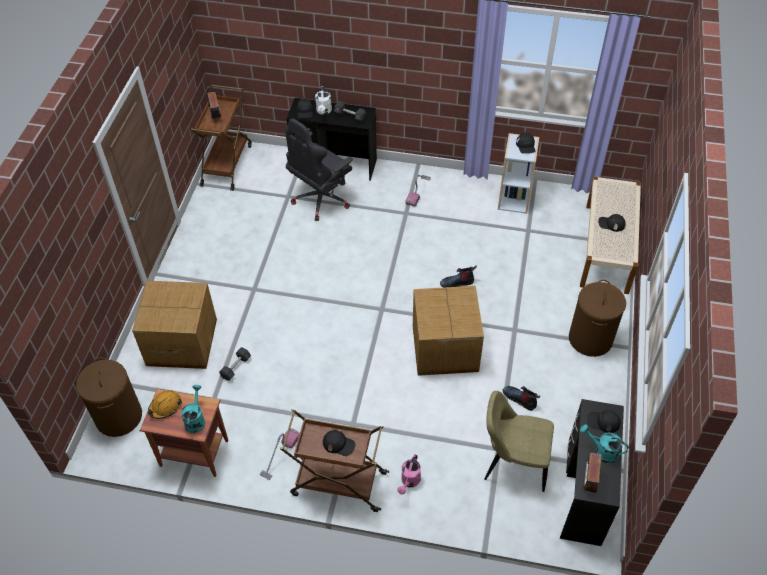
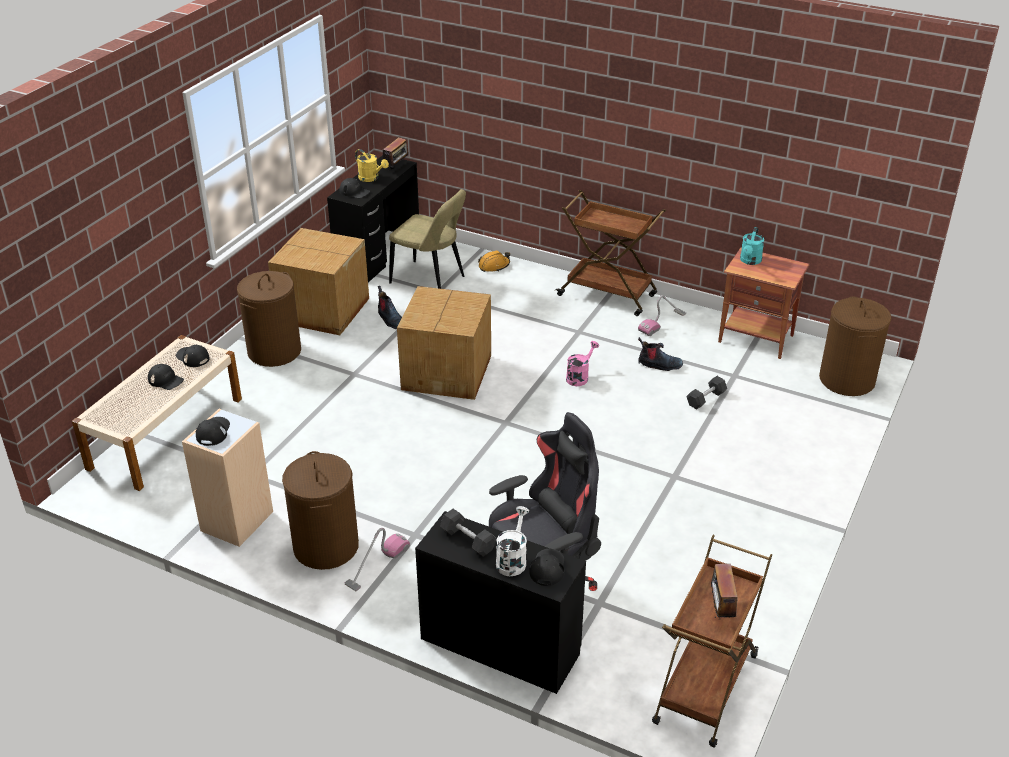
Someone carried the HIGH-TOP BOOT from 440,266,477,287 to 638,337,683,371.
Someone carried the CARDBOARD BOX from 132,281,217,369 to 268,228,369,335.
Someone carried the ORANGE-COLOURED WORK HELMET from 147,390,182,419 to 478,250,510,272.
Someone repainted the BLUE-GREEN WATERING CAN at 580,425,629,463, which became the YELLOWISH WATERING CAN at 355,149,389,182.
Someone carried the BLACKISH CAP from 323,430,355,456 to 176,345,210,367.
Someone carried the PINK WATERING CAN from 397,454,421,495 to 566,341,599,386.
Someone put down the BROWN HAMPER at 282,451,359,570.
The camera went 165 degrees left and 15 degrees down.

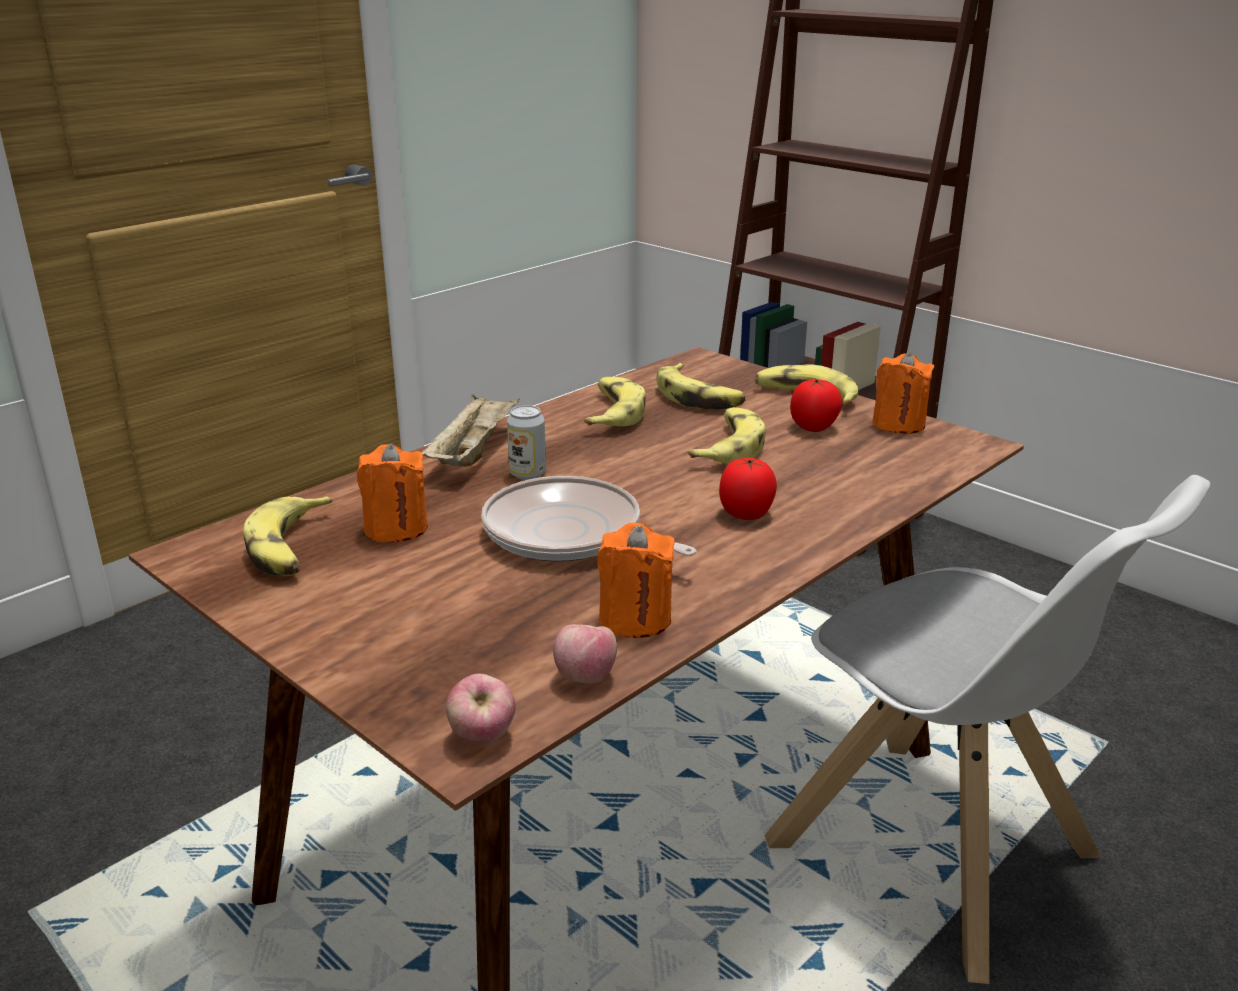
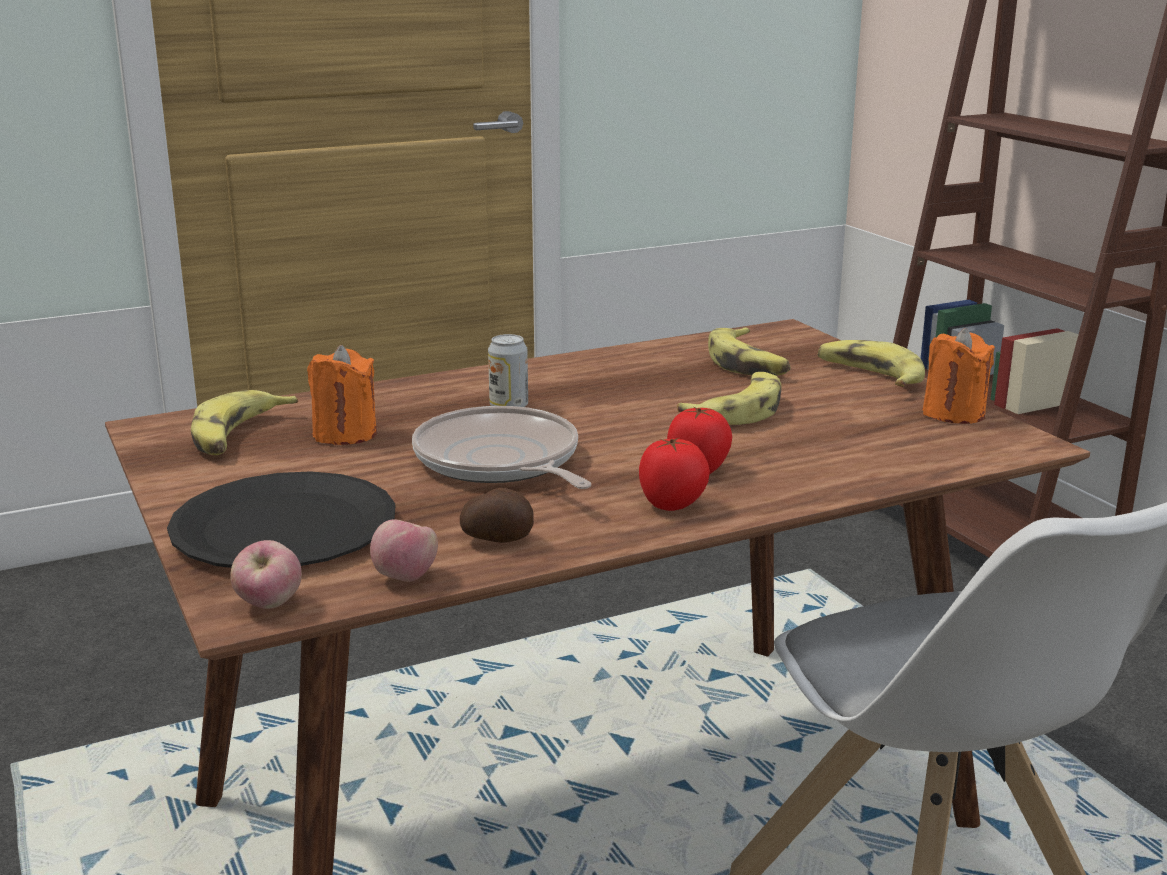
Someone took away the WHOLE BANANA at 584,377,646,427.
Someone carried the TOMATO from 790,378,842,432 to 639,438,710,511.
Someone took away the SAND-COLOURED SERVING TRAY at 422,394,520,466.
Someone swapped the ORANGE-COLOURED WAX LIGHT at 597,522,675,638 for the SPUD at 460,488,534,543.
Someone put down the BLACKISH PLATE at 167,471,395,568.
The camera went 20 degrees right and 5 degrees down.

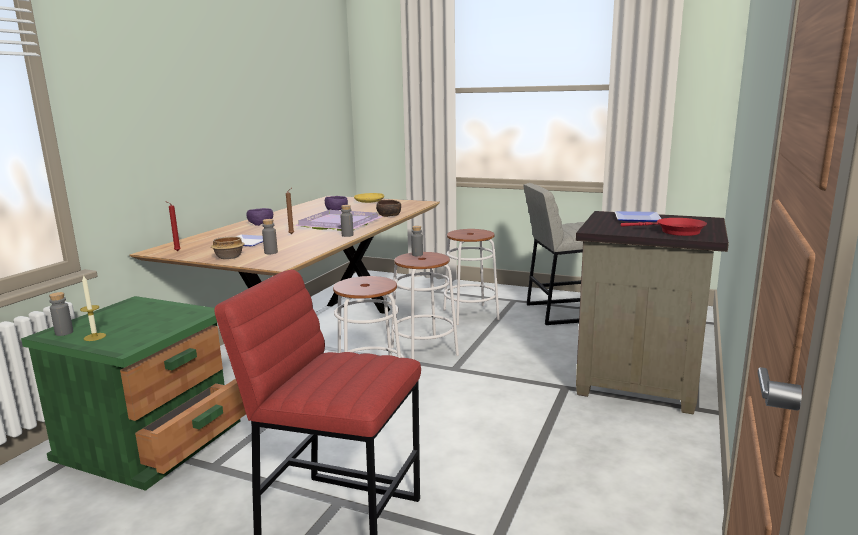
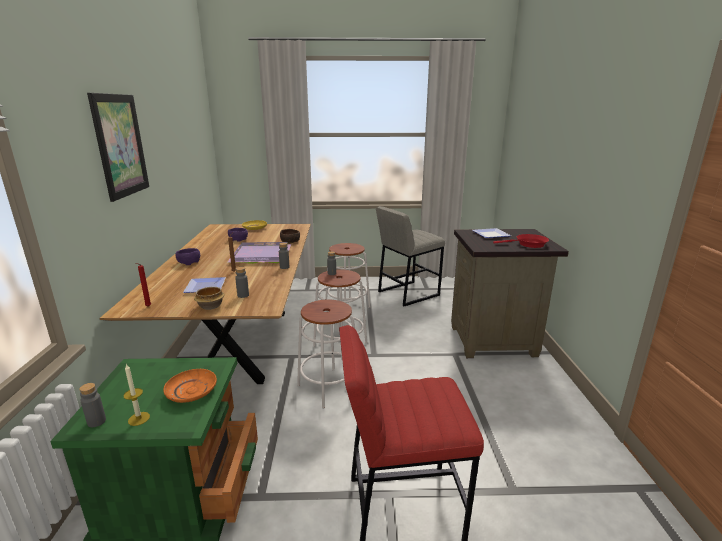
Someone put up the PICTURE at 87,93,149,202.
Someone put down the ORANGE-COLOURED PLATE at 163,369,217,403.
The camera went 25 degrees left and 5 degrees up.

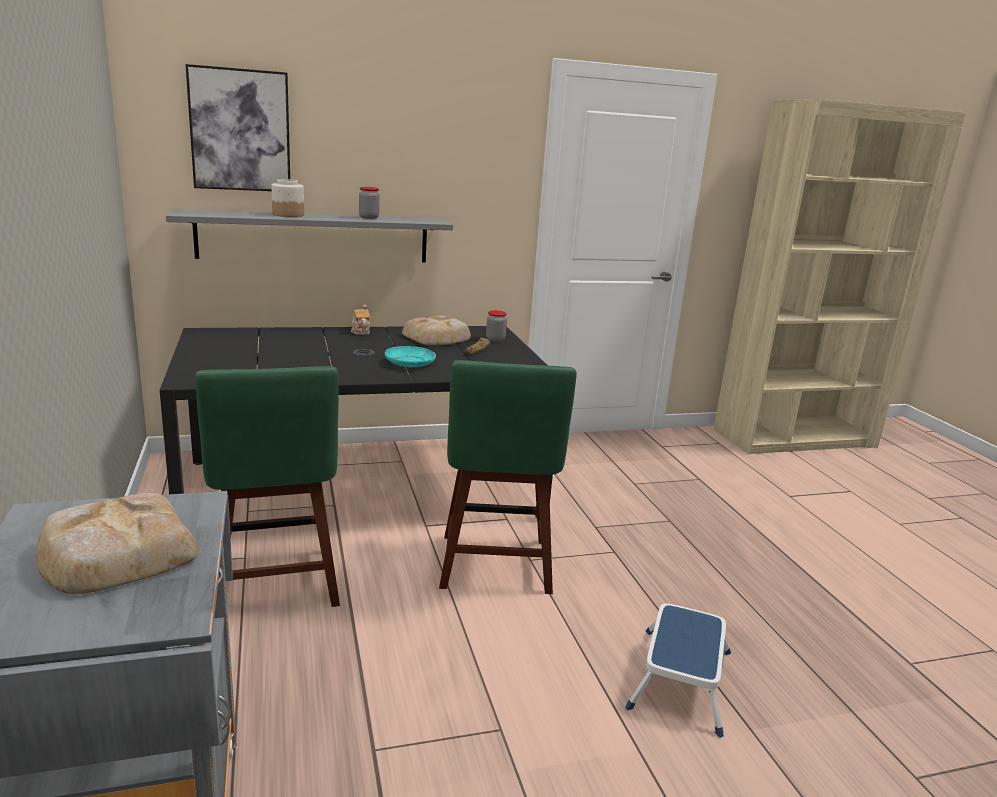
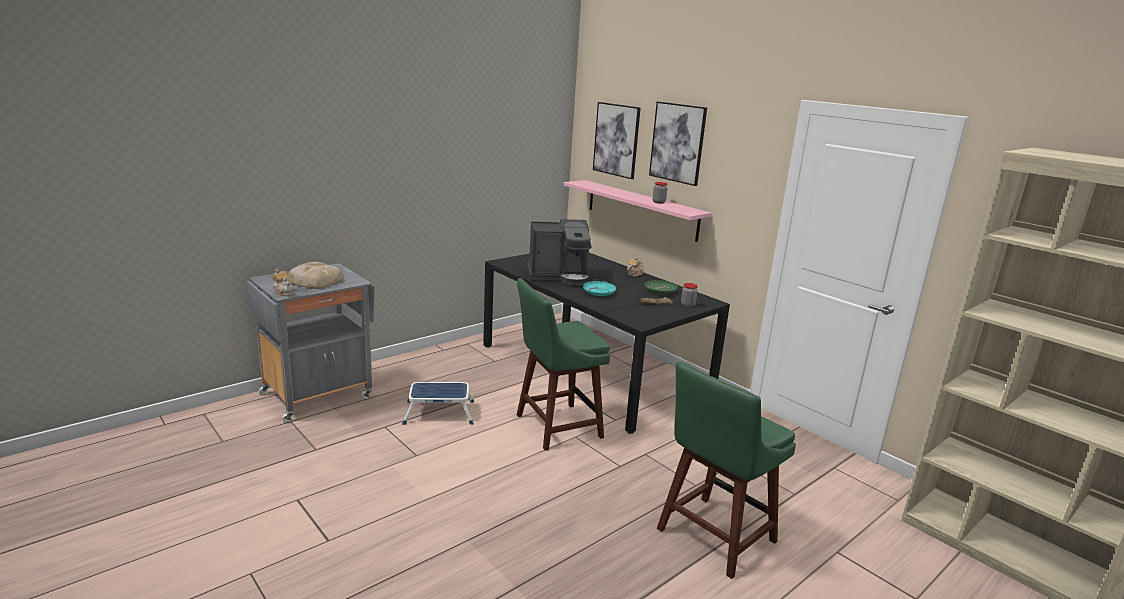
Someone took away the JAR at 271,179,304,217.
Someone repainted the GRAY BRACKET SHELF at 166,209,453,263, which became the PINK BRACKET SHELF at 564,180,712,242.
Someone swapped the BREAD at 402,316,471,346 for the GREEN-COLOURED PLATE at 645,280,678,294.
Someone carried the GREEN-COLOURED UPRIGHT CHAIR from 195,366,340,607 to 657,362,796,579.
Someone carried the BLUISH STEP STOOL from 625,603,731,738 to 402,382,474,425.
Someone put up the PICTURE at 649,102,707,186.
Someone put down the COFFEE MACHINE at 527,219,591,286.
Someone put down the TEAPOT at 272,268,294,296.
The camera went 65 degrees right and 0 degrees up.

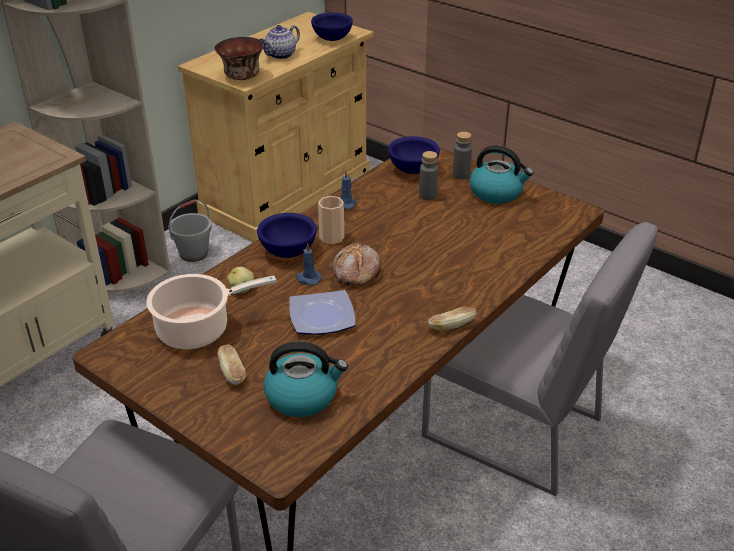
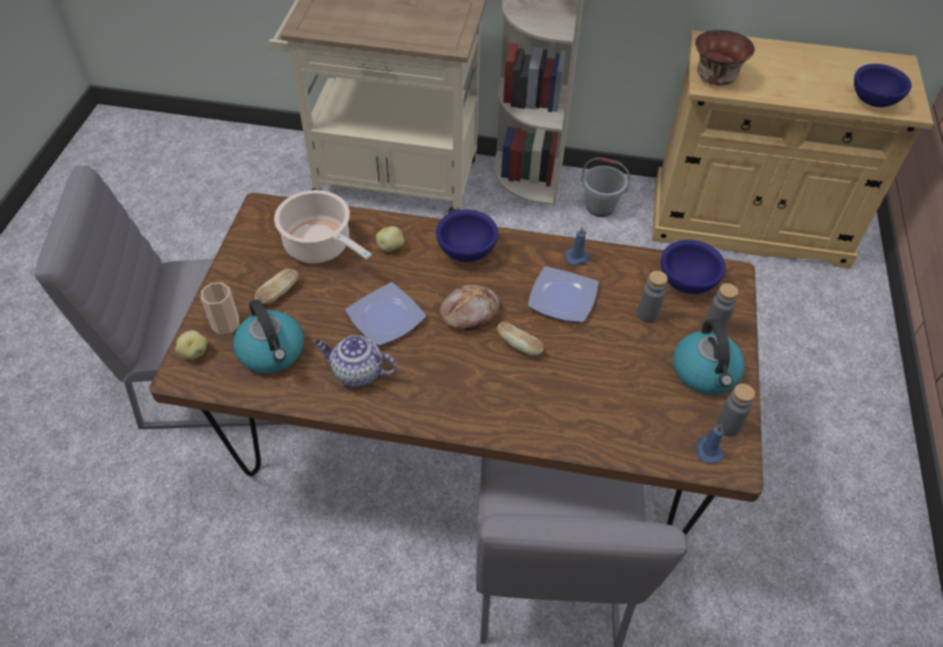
Someone carried the TEAPOT from 260,25,300,59 to 314,335,397,387.
Someone carried the DRINKING CUP from 318,196,344,244 to 201,282,239,335.
Someone carried the BLUISH WAX LIGHT from 296,243,322,285 to 696,424,724,464.
Someone carried the BREAD from 428,307,476,330 to 497,322,544,356.
Someone put down the PLATE at 528,266,599,323.
Someone put down the SPUD at 175,330,208,360.
Someone put down the GRAY BOTTLE at 716,384,755,437.
The camera went 60 degrees right and 15 degrees up.

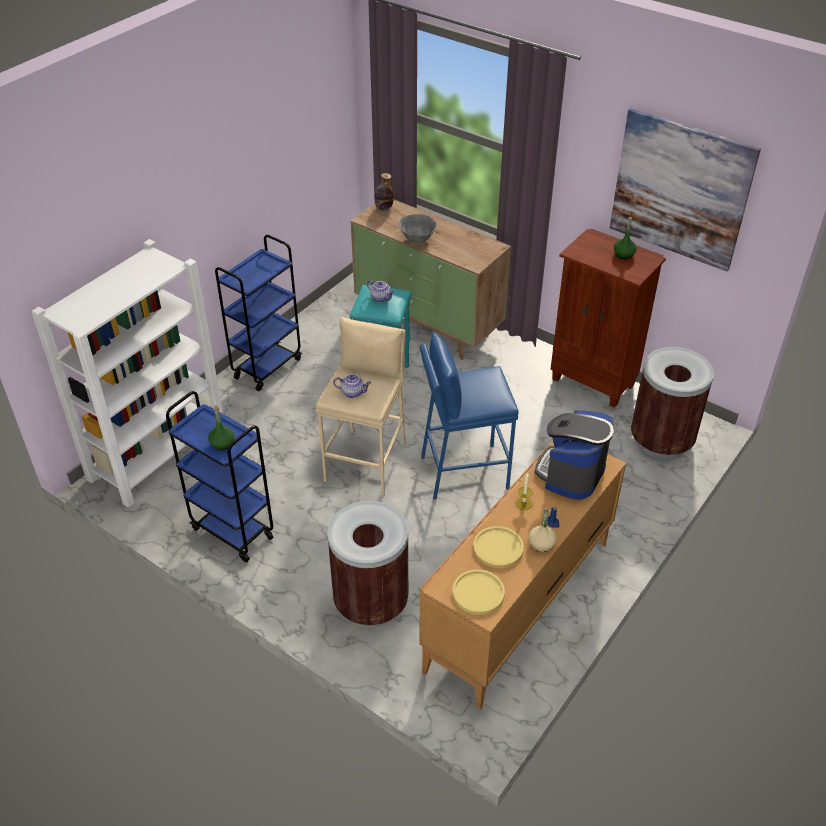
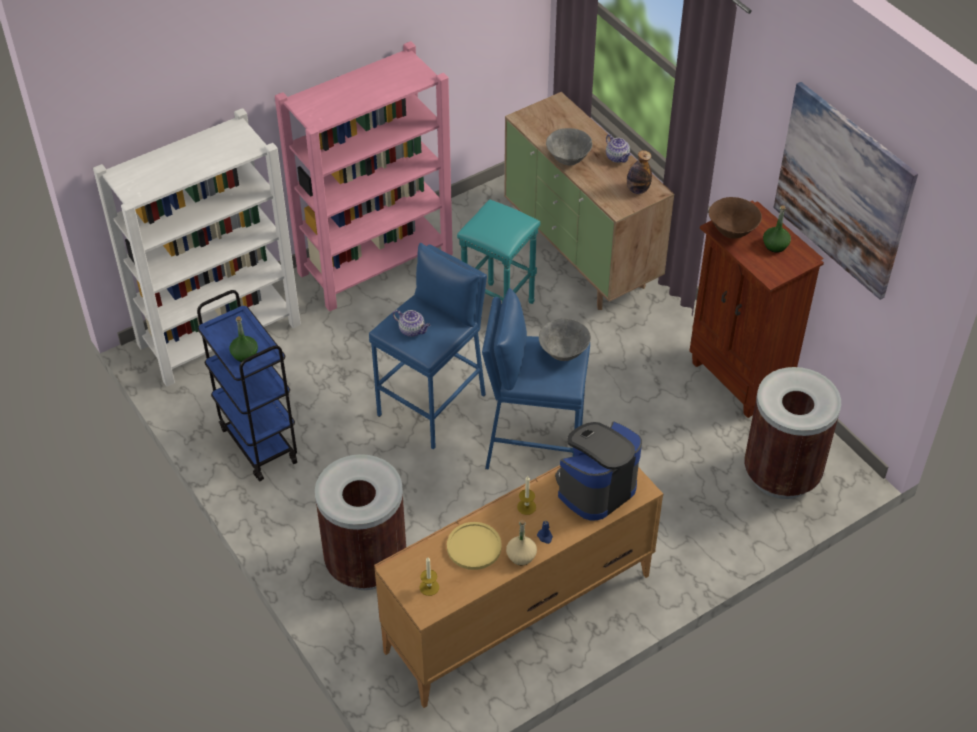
Someone carried the BOTTLE from 374,173,394,211 to 627,150,652,194.
Someone swapped the BLUISH CART at 215,235,302,392 for the PINK BOOKSHELF at 275,41,453,311.
Someone carried the TEAPOT from 367,280,394,302 to 606,134,631,163.
Someone repainted the SAND-COLOURED SITTING STOOL at 316,317,406,496, which became the BLUISH SITTING STOOL at 369,243,487,450.
Someone swapped the YELLOWISH PLATE at 452,569,505,615 for the WAX LIGHT at 420,557,439,596.
Someone put down the BROWN SERVING BOWL at 709,197,762,239.
Someone put down the GRAY SERVING BOWL at 539,318,591,361.
The camera went 20 degrees right and 5 degrees up.

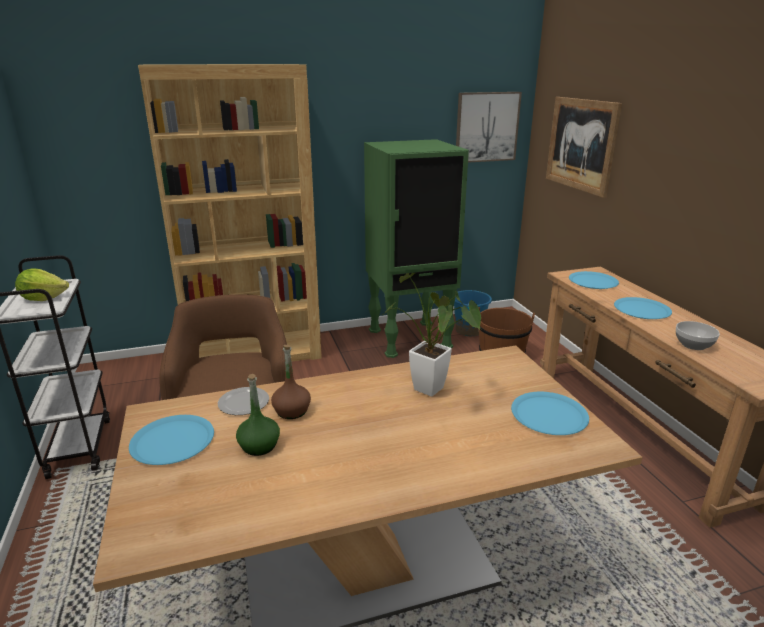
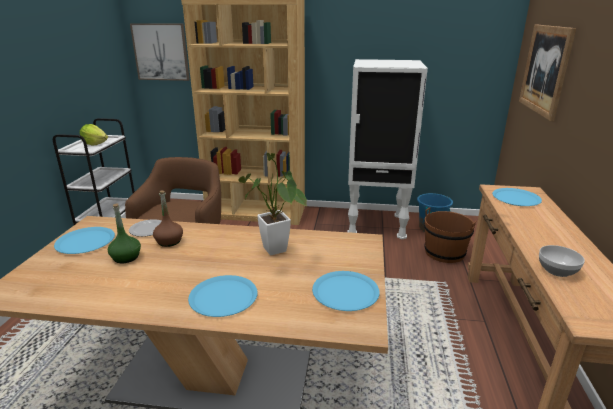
Someone carried the PICTURE from 456,92,522,163 to 130,23,190,81.
Someone repainted the GREEN-COLOURED CABINET at 364,139,469,358, which became the WHITE CABINET at 348,59,428,239.
Someone carried the BLUISH PLATE from 614,297,672,319 to 188,275,258,317.
The camera went 25 degrees right and 0 degrees up.

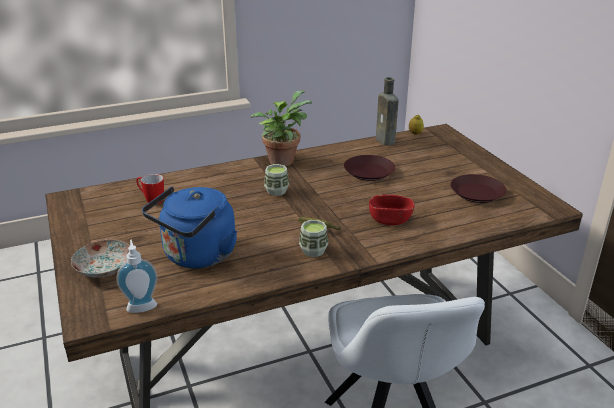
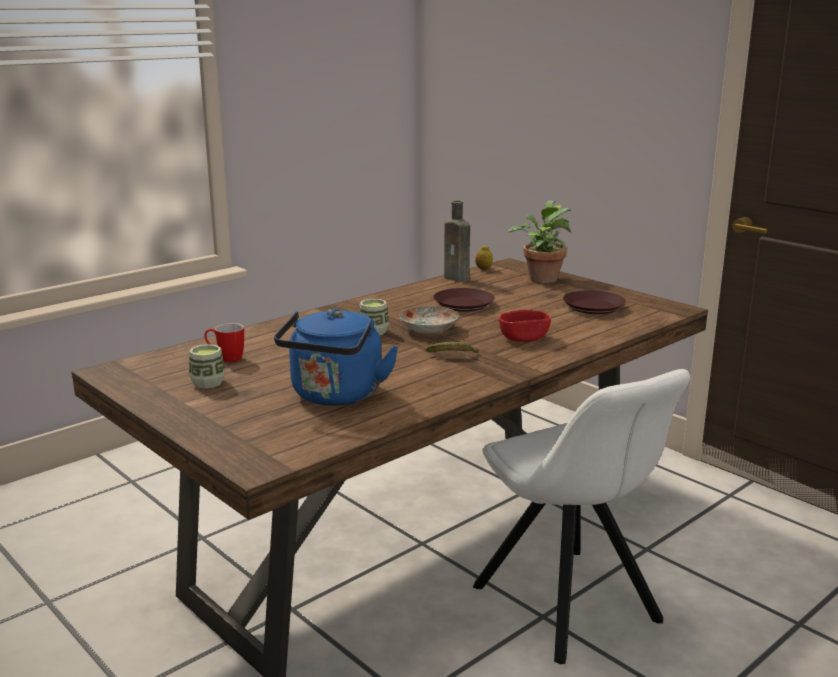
Someone carried the PLANT IN A POT from 251,90,312,166 to 508,200,571,283.
Someone carried the DRINKING CUP from 299,220,328,257 to 189,344,225,389.
Someone took away the SOAP DISPENSER at 117,239,158,313.
Someone carried the PLATE from 71,240,130,278 to 399,306,459,334.
The camera went 20 degrees left and 10 degrees down.

